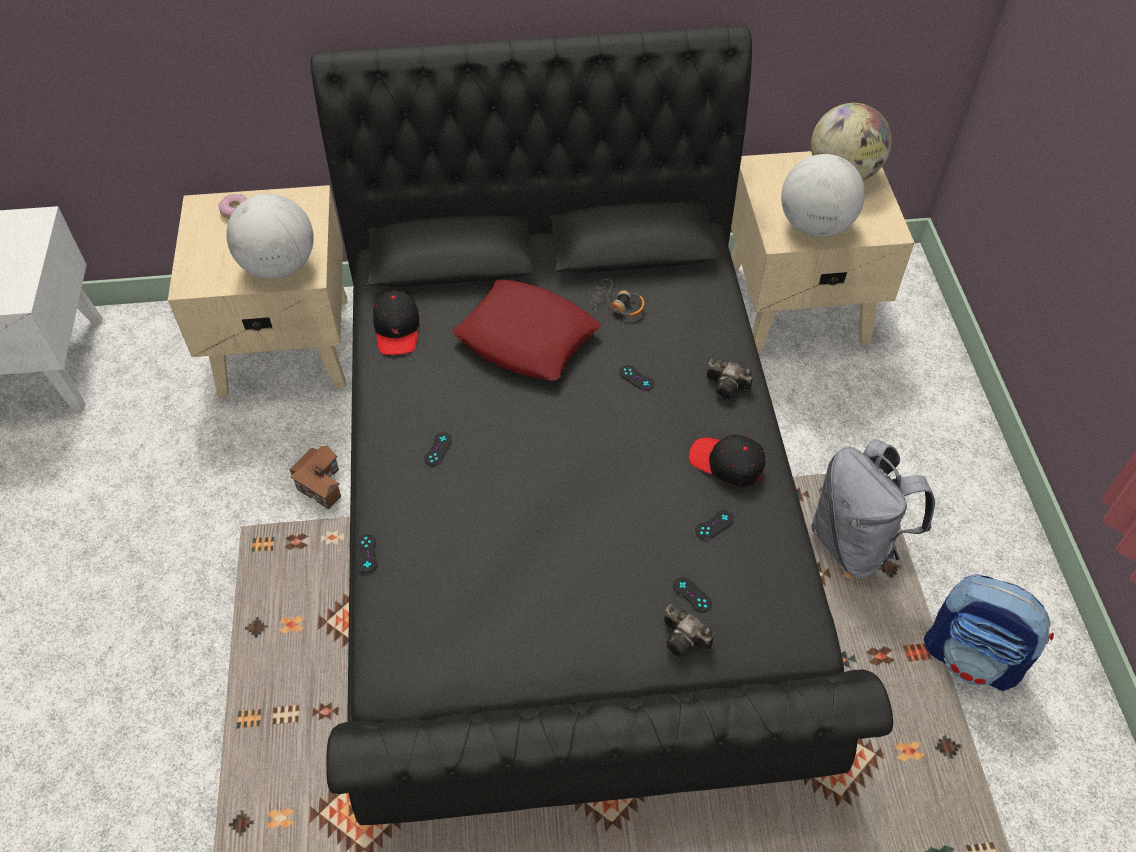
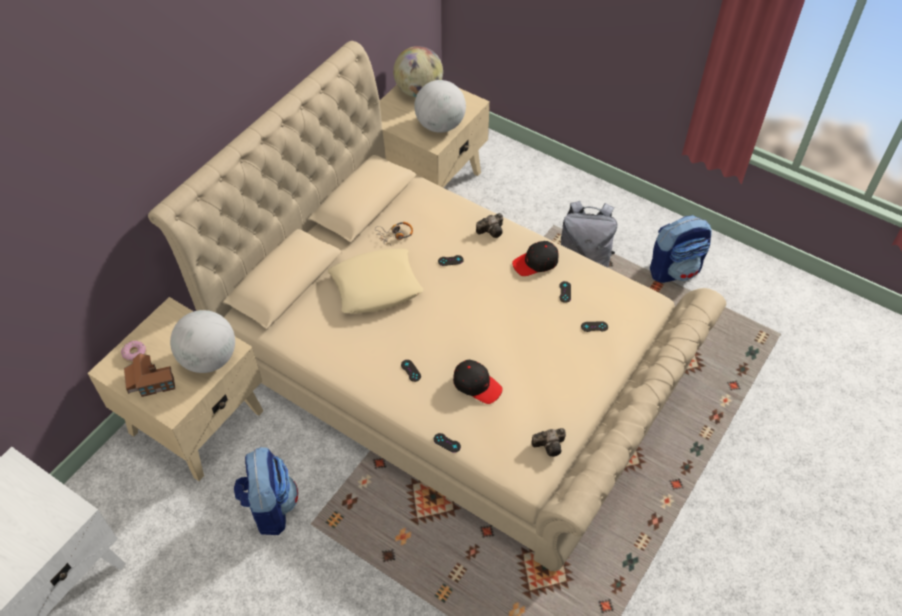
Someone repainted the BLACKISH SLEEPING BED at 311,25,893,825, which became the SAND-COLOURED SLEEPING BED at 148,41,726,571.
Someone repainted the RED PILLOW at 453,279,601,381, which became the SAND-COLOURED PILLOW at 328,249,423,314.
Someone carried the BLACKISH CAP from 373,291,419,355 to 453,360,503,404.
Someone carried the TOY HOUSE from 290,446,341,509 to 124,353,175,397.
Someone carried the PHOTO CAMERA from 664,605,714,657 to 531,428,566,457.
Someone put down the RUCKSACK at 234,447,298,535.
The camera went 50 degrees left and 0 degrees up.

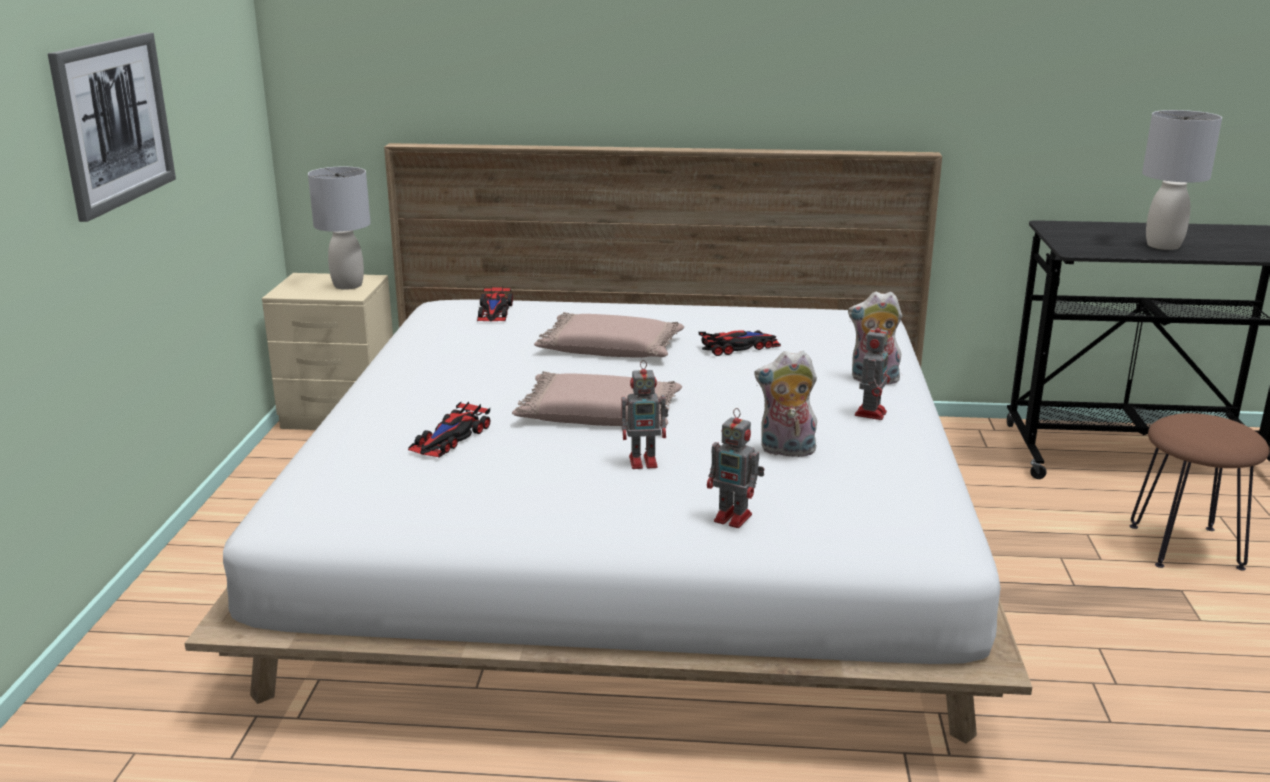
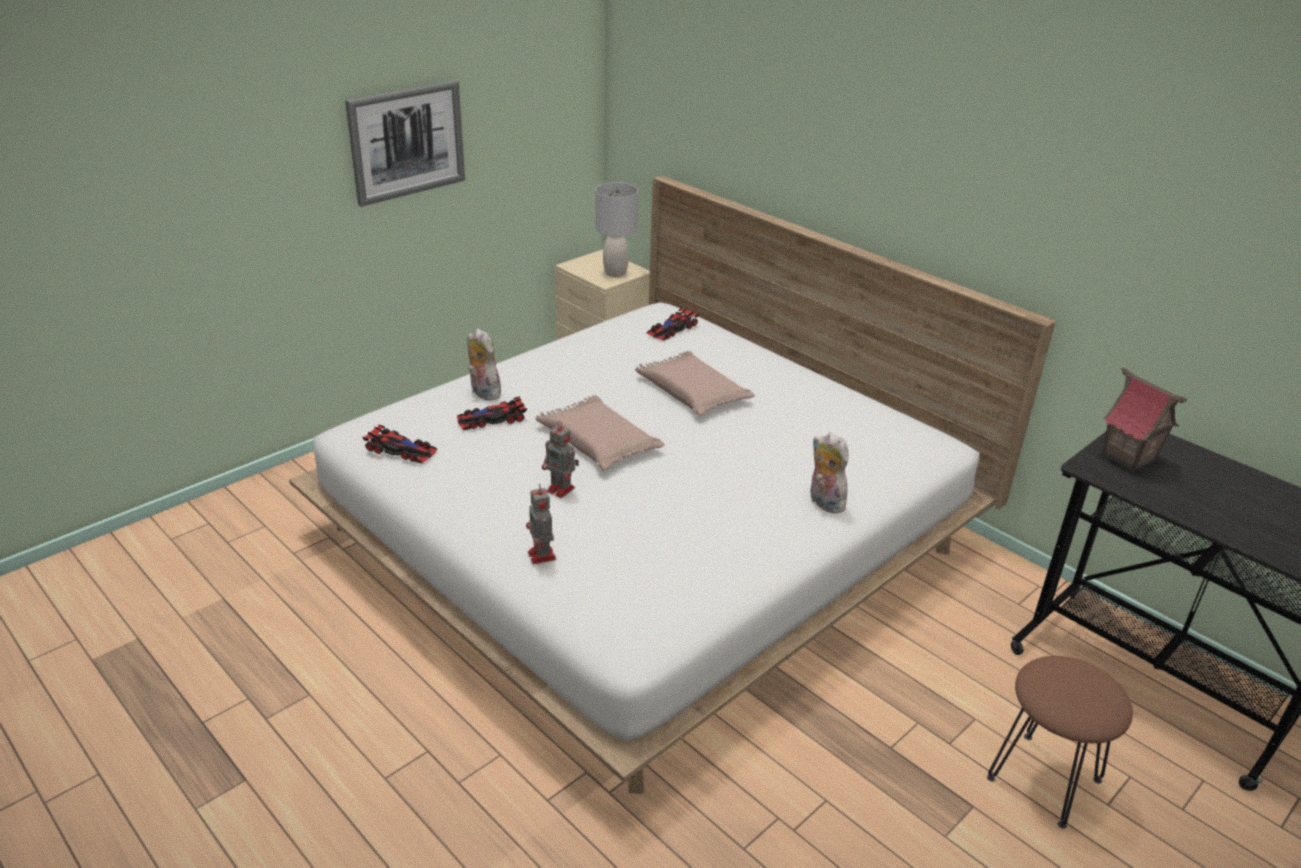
Someone took away the GRAY TABLETOP LAMP at 1142,110,1222,250.
Someone took away the TOY ROBOT at 855,320,890,420.
Someone carried the MINIATURE CAR from 699,330,781,356 to 362,424,437,464.
Someone carried the CUDDLY TOY from 754,351,818,457 to 467,329,501,400.
Someone put down the TOY HOUSE at 1103,367,1187,472.
The camera went 40 degrees right and 10 degrees up.

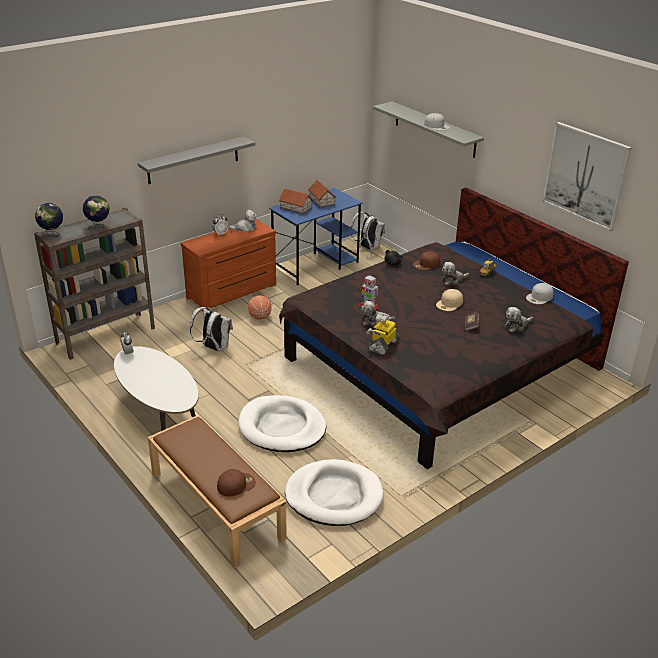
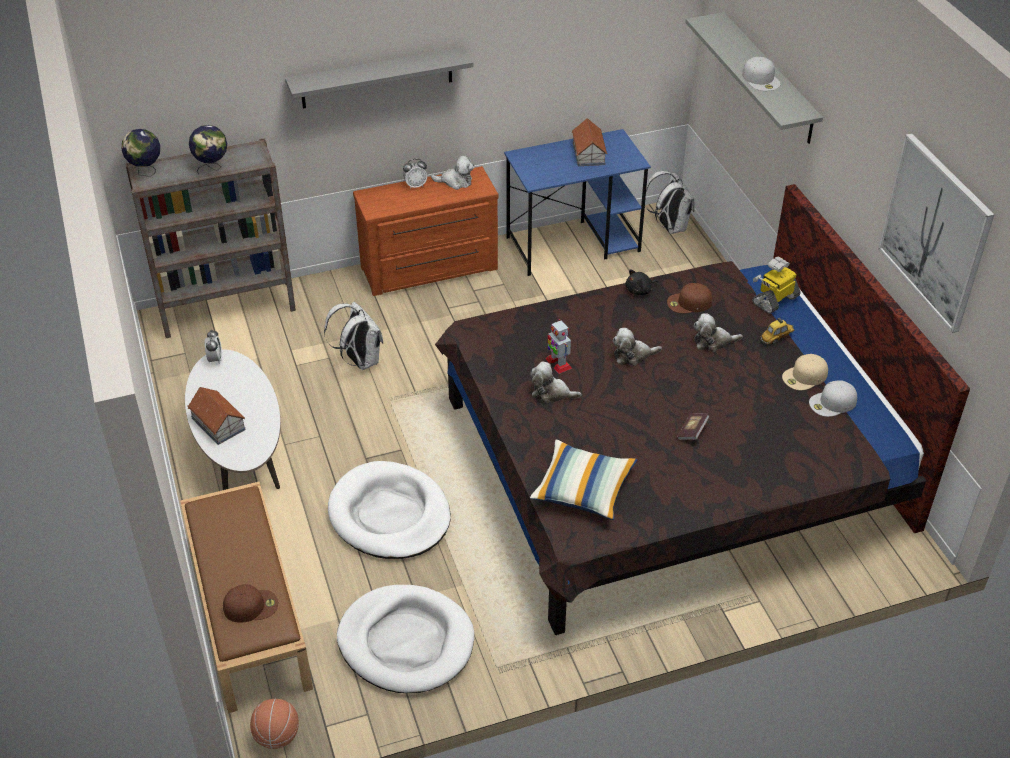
Someone carried the TOY HOUSE from 279,189,313,215 to 187,387,246,445.
Someone carried the SAND-COLOURED CAP from 436,289,463,311 to 782,354,828,390.
Someone carried the BASKETBALL from 248,295,272,320 to 250,699,299,749.
Someone carried the CUDDLY TOY from 505,307,533,332 to 612,328,662,366.
Someone carried the TOY ROBOT from 366,312,400,355 to 752,256,801,314.
Someone put down the PILLOW at 530,440,637,520.
The camera went 20 degrees right and 10 degrees up.

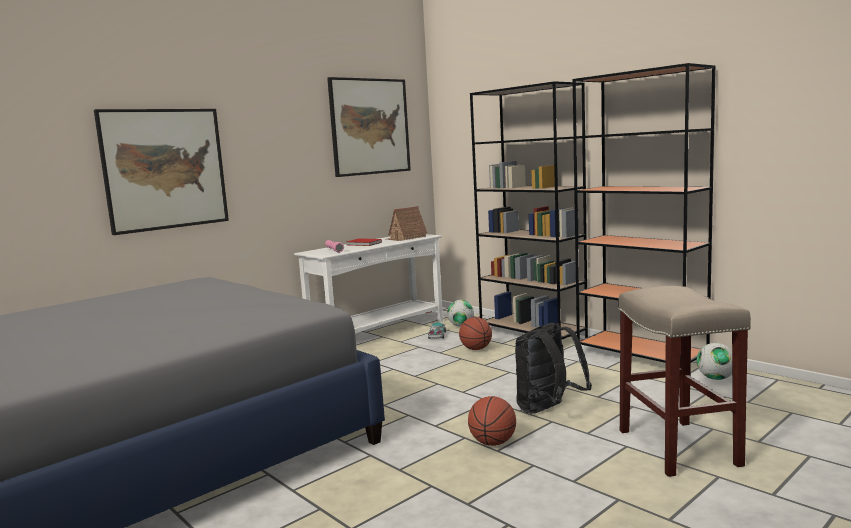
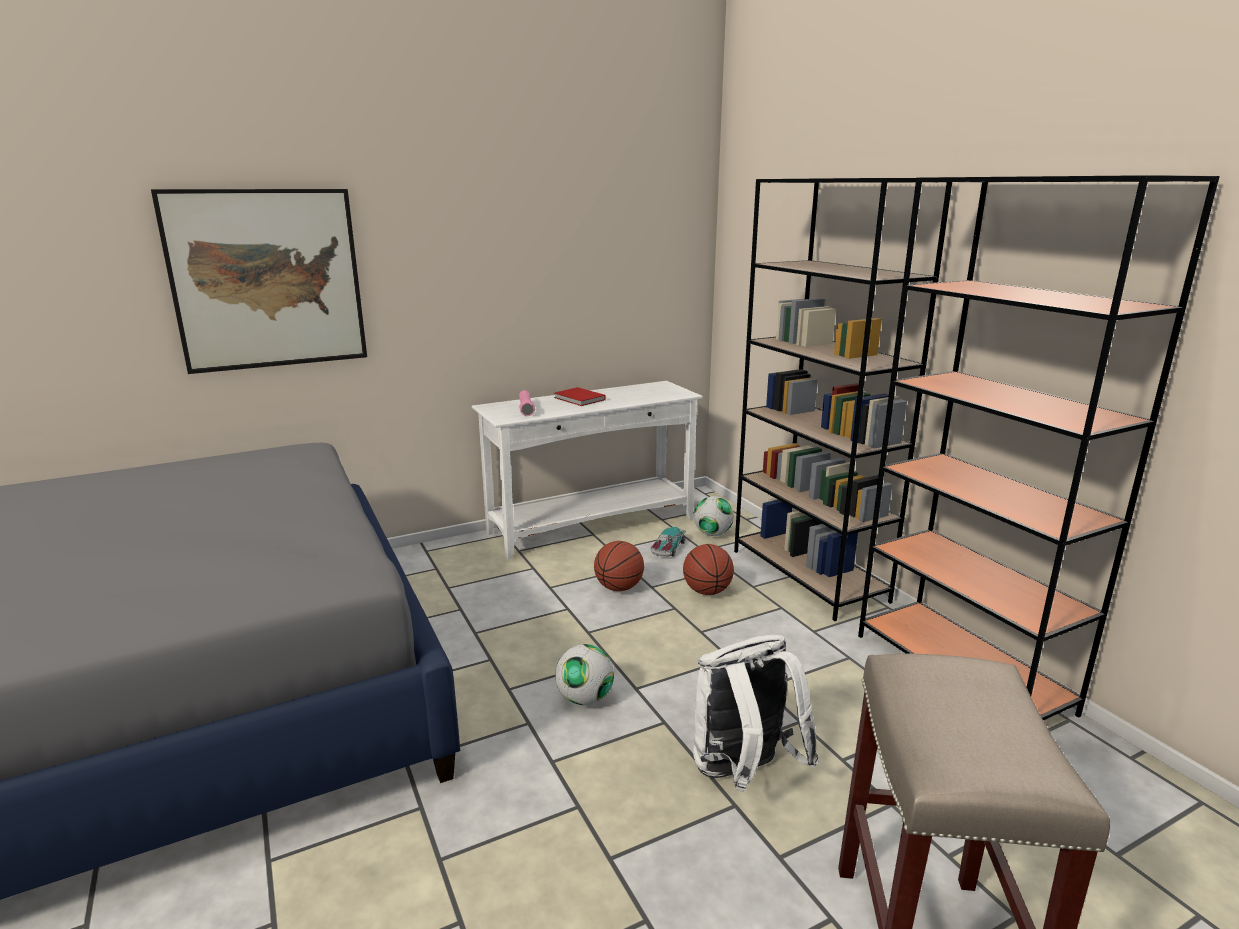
Someone took away the PICTURE at 327,77,411,177.
Someone took away the TOY HOUSE at 387,206,427,241.
Someone repainted the BLACKISH RUCKSACK at 515,323,592,414, which became the WHITE RUCKSACK at 693,634,819,792.
Someone carried the BALL FOR FOOTBALL from 697,343,732,380 to 555,644,614,705.
Someone carried the BASKETBALL from 468,396,516,446 to 594,541,644,591.
The camera went 15 degrees right and 10 degrees up.

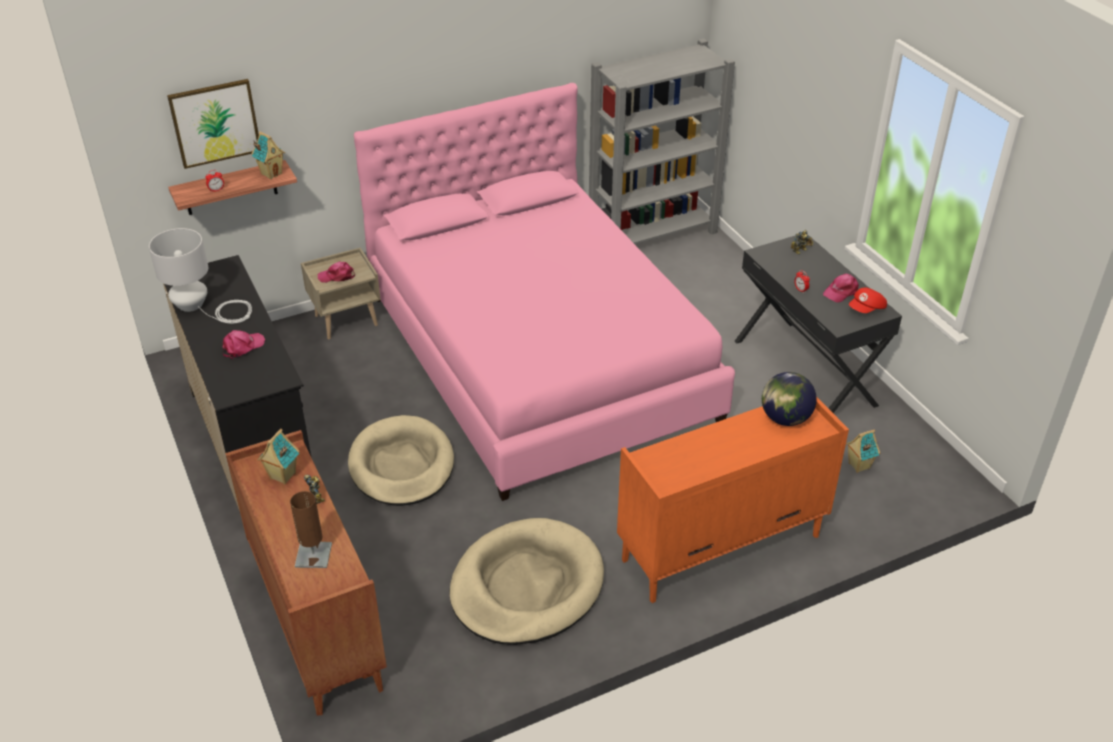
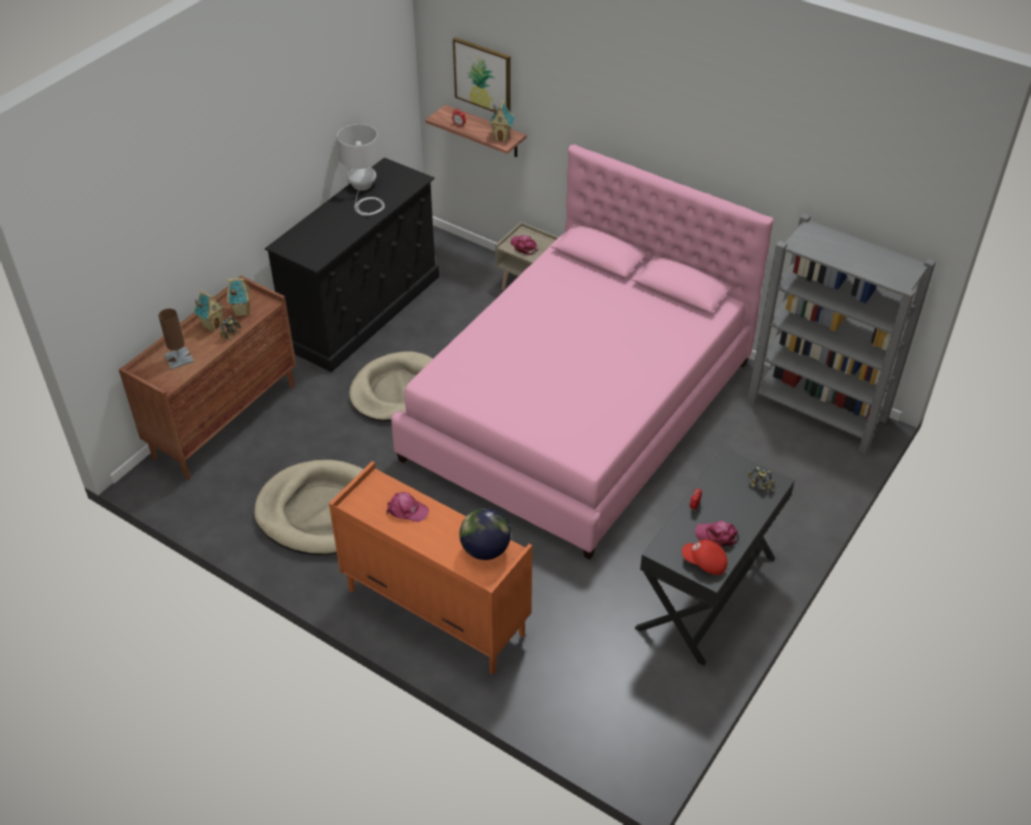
Someone carried the PINK CAP from 222,330,265,359 to 386,492,429,522.
Someone carried the TOY HOUSE from 846,429,880,473 to 193,290,225,332.
The camera went 60 degrees right and 5 degrees up.

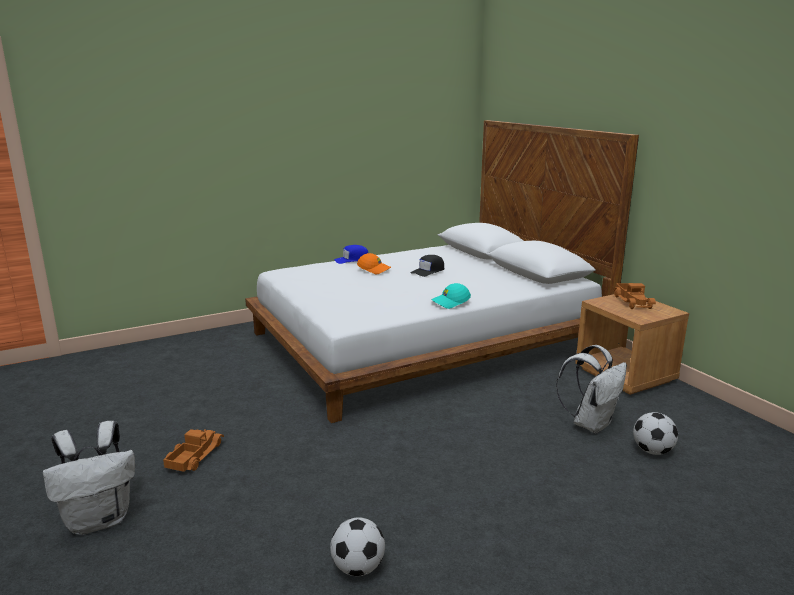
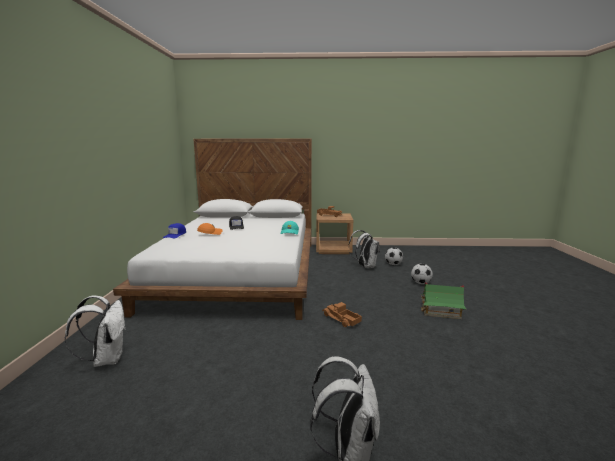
Someone carried the TOY TRUCK from 163,429,224,472 to 322,302,362,327.
Someone carried the BALL FOR FOOTBALL from 330,518,385,576 to 411,264,433,284.
Someone put down the TOY HOUSE at 421,282,467,319.
Someone put down the WHITE RUCKSACK at 65,295,126,367.
The camera went 60 degrees left and 5 degrees down.

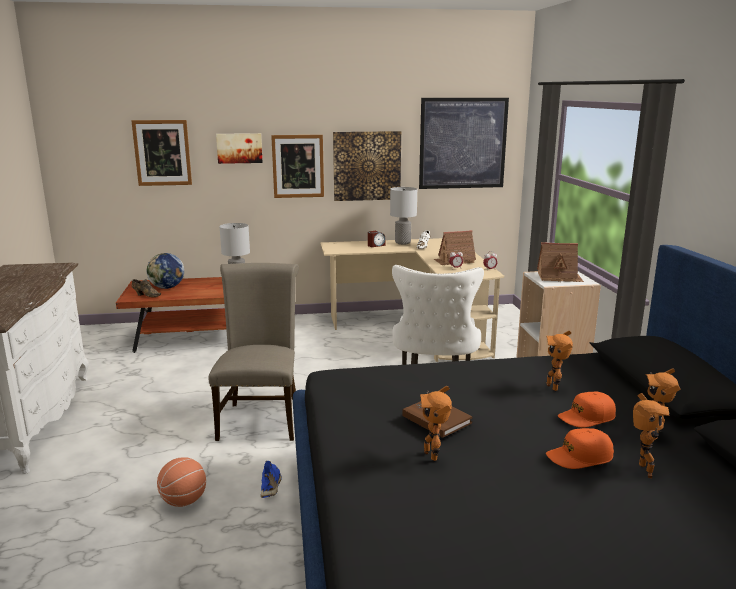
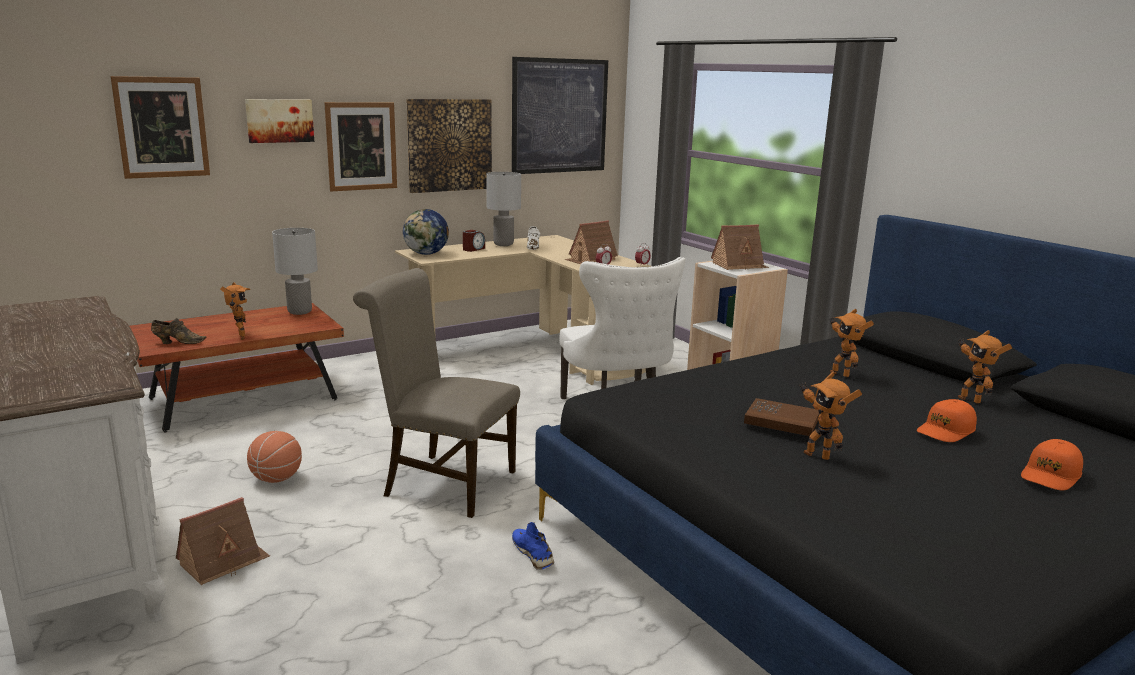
Someone carried the WORLD GLOBE from 147,253,184,289 to 403,209,449,255.
Someone rotated the SAND-COLOURED UPRIGHT CHAIR at 208,263,299,441 by 45 degrees counterclockwise.
Someone carried the ORANGE-COLOURED CAP from 558,392,616,428 to 1021,439,1083,491.
Someone carried the TOY ROBOT from 633,393,669,478 to 220,282,250,340.
Someone carried the BASKETBALL from 157,457,206,507 to 247,431,302,483.
Someone put down the TOY HOUSE at 176,497,270,585.
The camera went 25 degrees left and 0 degrees up.

